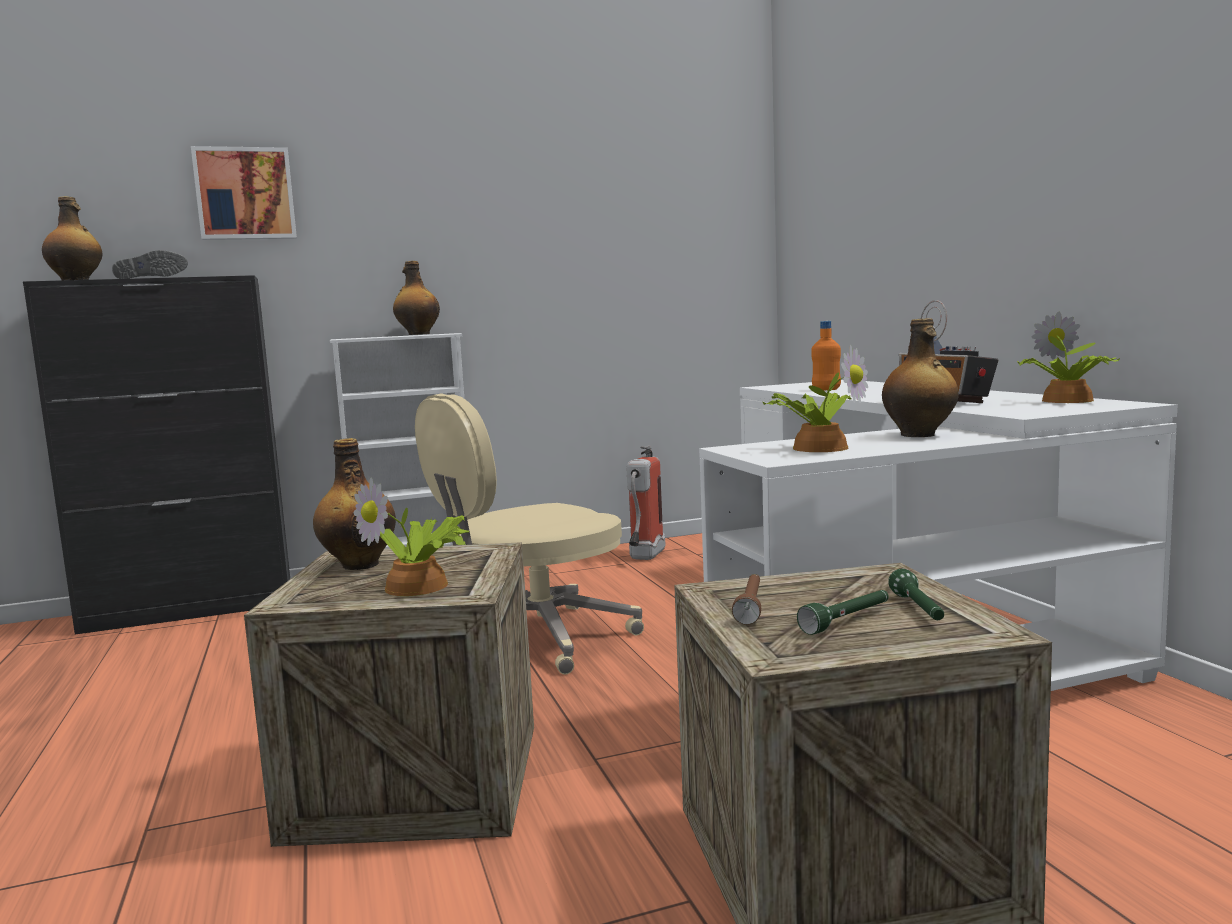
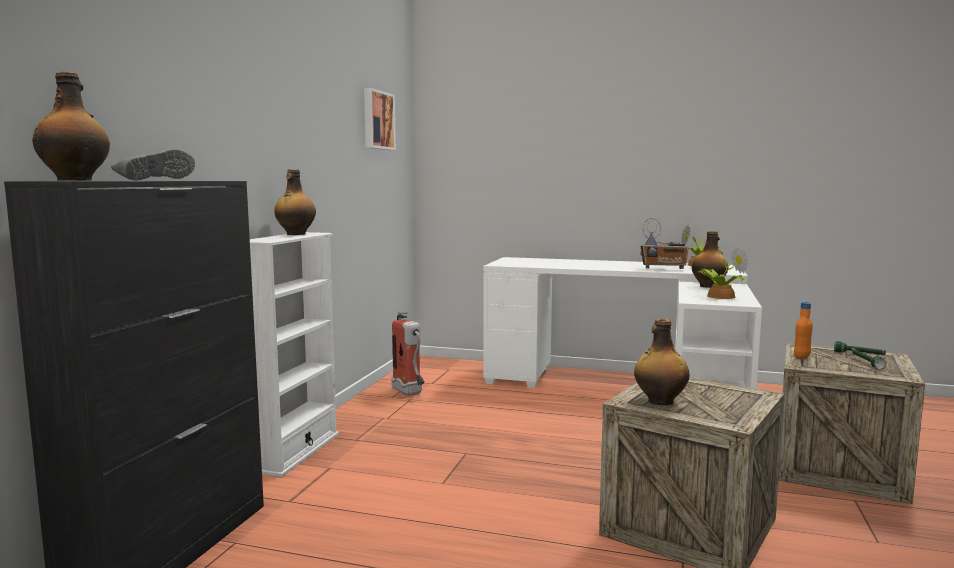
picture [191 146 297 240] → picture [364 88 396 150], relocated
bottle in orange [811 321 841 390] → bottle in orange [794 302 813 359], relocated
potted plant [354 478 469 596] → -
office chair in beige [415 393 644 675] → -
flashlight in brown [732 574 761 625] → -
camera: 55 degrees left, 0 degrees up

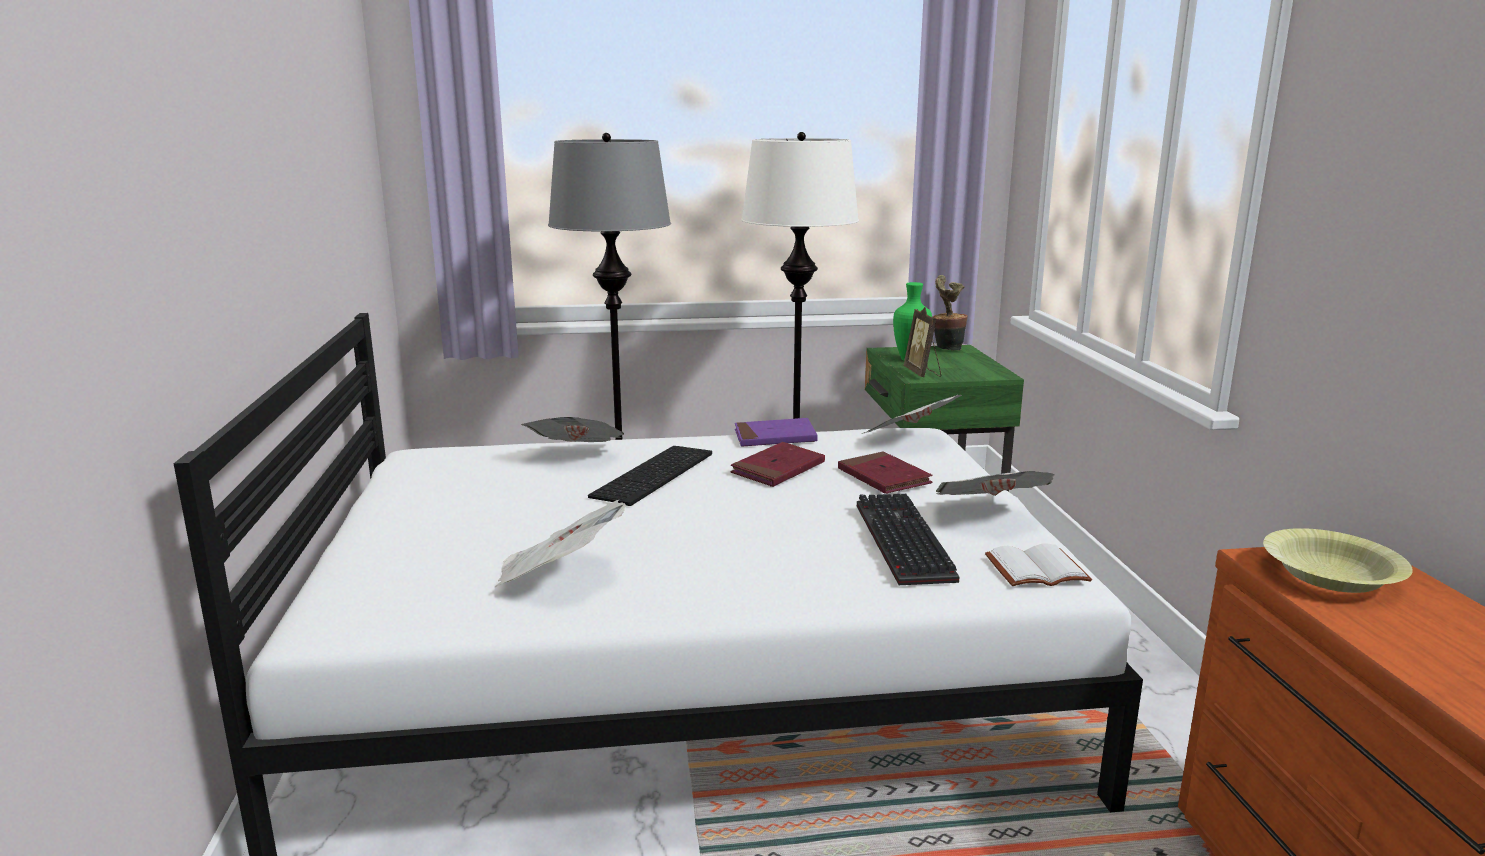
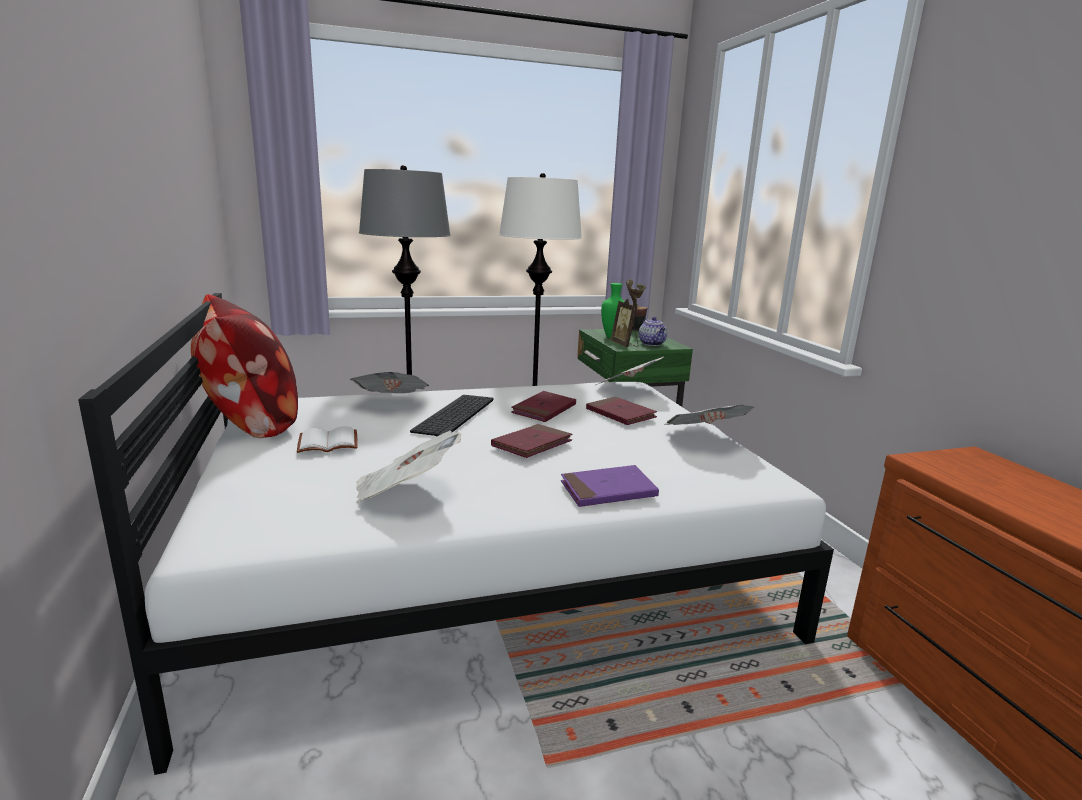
- → pillow [191 294 298 438]
book in white [985 543 1092 586] → book in white [297 426 358 453], relocated
- → book in red [491 424 572 458]
book in purple [735 418 818 447] → book in purple [561 465 659 507], relocated
- → teapot [639 317 667 346]
keyboard [857 494 960 585] → -
bowl in yellow [1263 528 1413 593] → -
camera: 10 degrees left, 0 degrees up

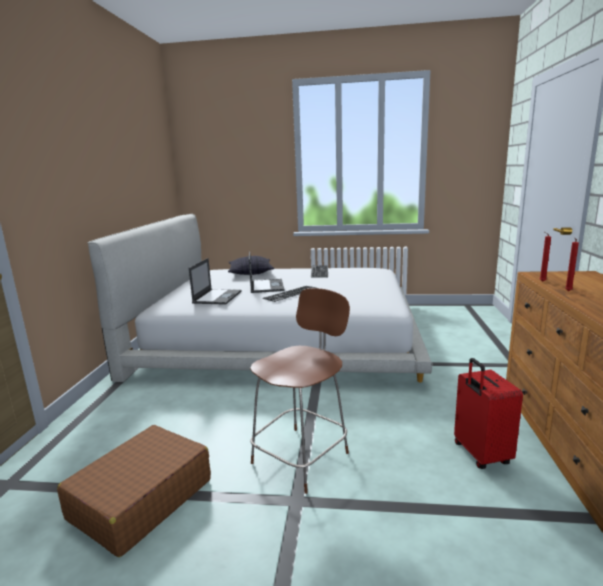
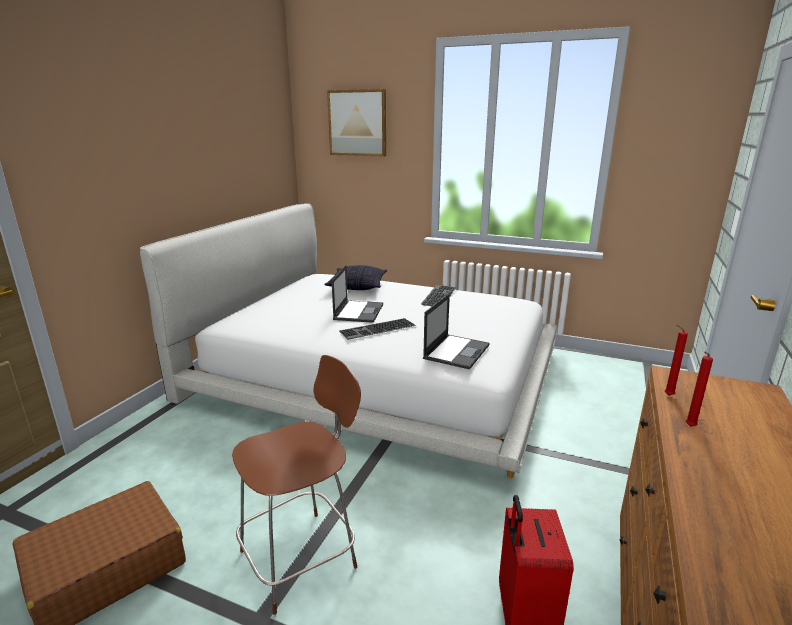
- → picture [327 89 386 157]
laptop [189 258 241 305] → laptop [423 293 490 369], relocated
camera: 15 degrees right, 5 degrees up

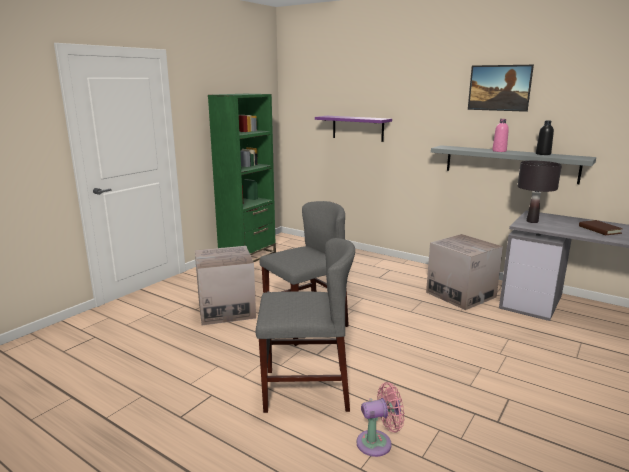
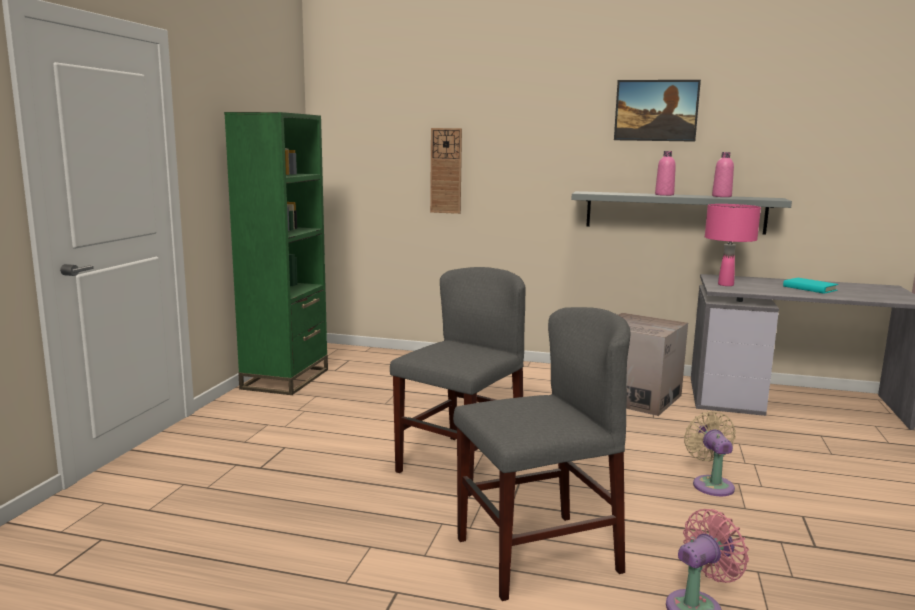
shelf in purple [315 116 392 142] → wall clock [430 128 462 214]
- → fan in beige [684 411 736 496]
table lamp in black [517 161 562 223] → table lamp in pink [705 204 761 286]
bottle in black [536 120 554 155] → bottle in pink [712 152 734 197]
book in brown [579 220 623 235] → book in turquoise [783 278 838 294]
cardboard box [195 246 256 325] → -
camera: 20 degrees left, 5 degrees down

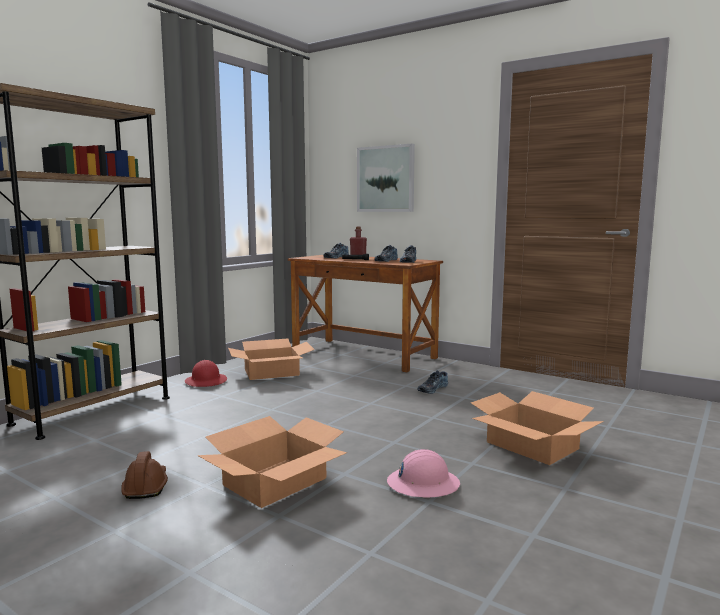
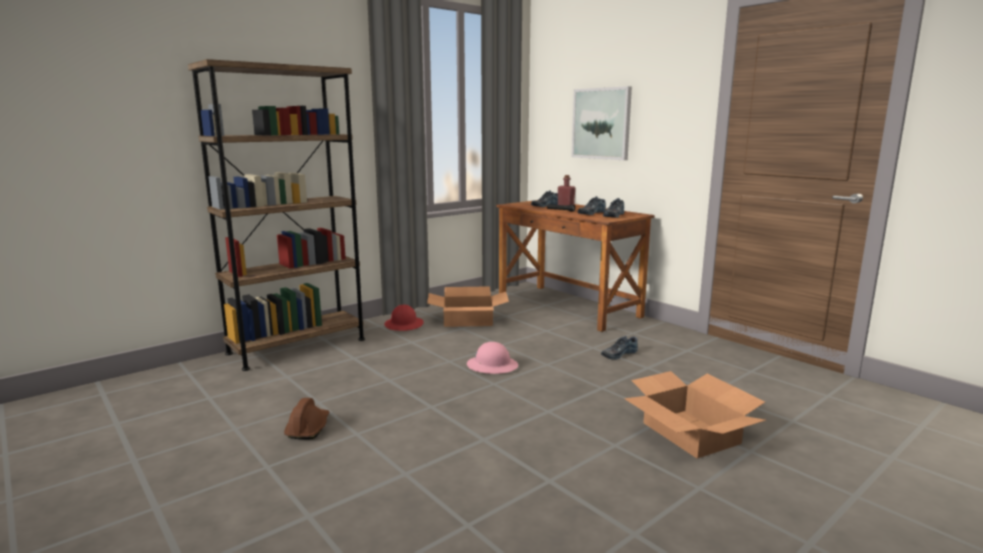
hard hat in pink [387 449 460 498] → hard hat in pink [467 342 518 374], relocated
cardboard box [197 416 347 508] → -
camera: 15 degrees right, 5 degrees up

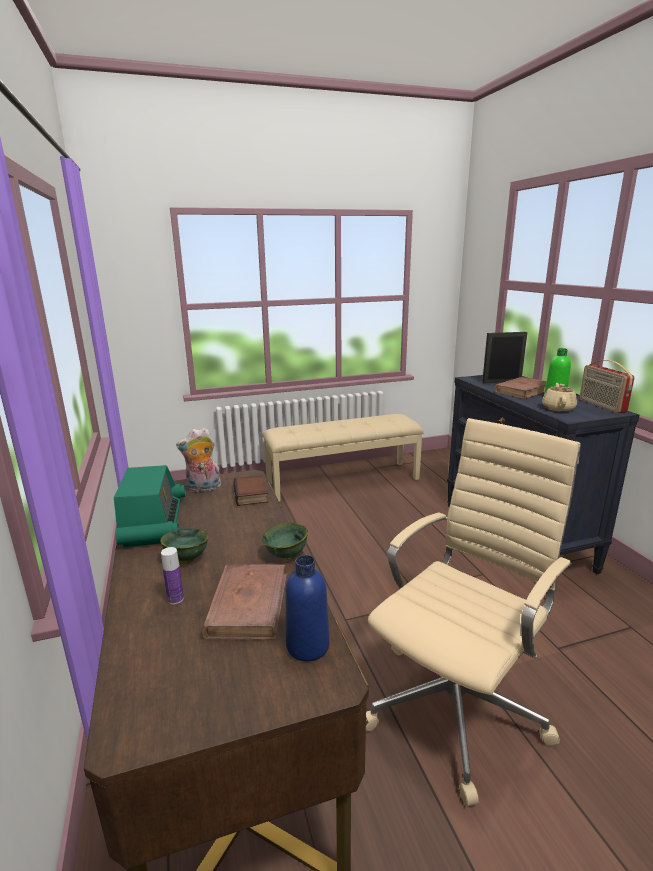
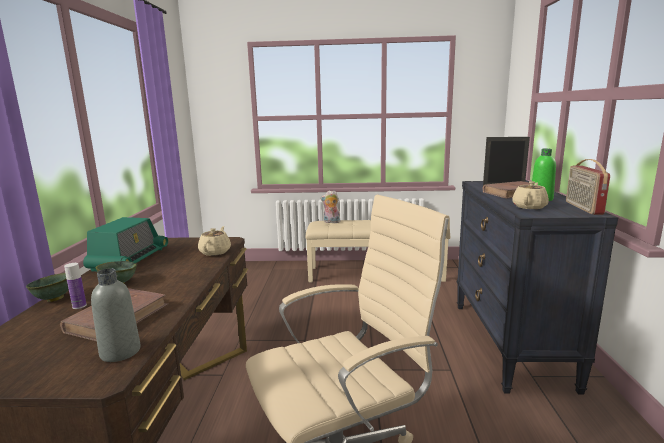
bowl in green [262 522 308 560] → bowl in green [26 273 69 302], relocated
bottle in blue [285 555 330 661] → bottle in grey [91 268 141 362]
book [233 475 268 506] → teapot in beige [198 226 231 256]
plush toy [176 428 221 493] → plush toy [320 191 340 223], relocated
camera: 20 degrees right, 5 degrees down

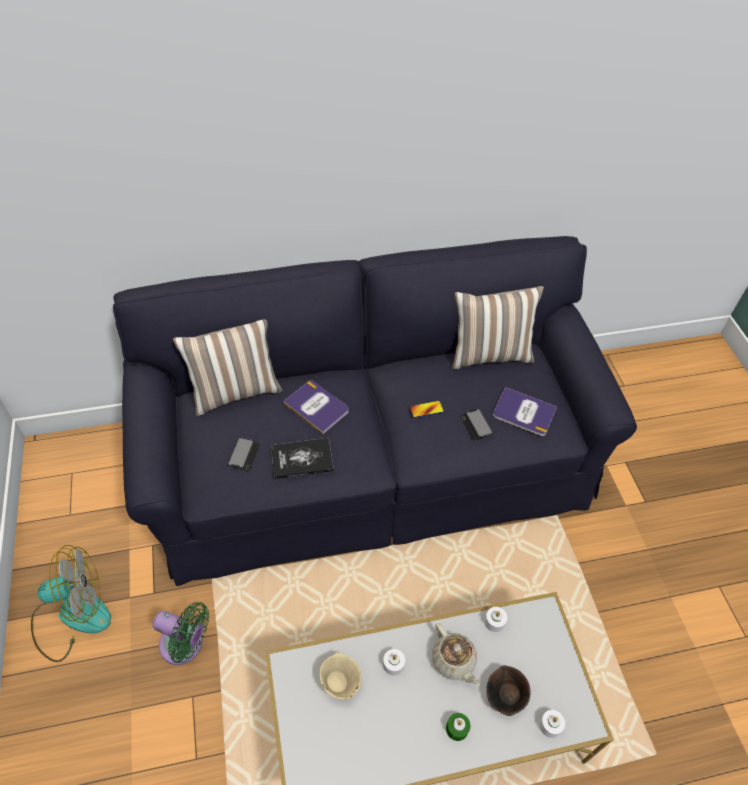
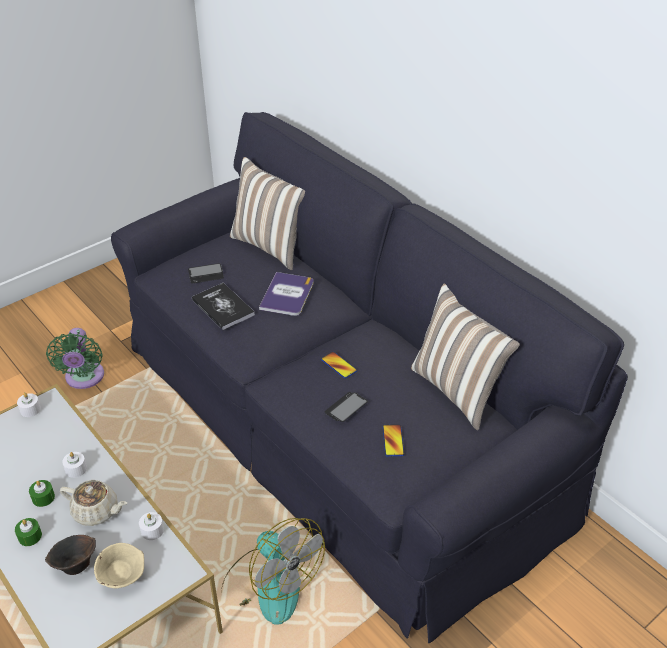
candle in white [539 710 565 738] → candle in white [17 393 41 417], relocated
- → candle in green [29 480 55 507]
teapot in beige [432 623 480 686] → teapot in beige [60 480 127 526], 105 degrees counterclockwise
bowl in beige [319 652 362 700] → bowl in beige [94 543 144 588], relocated
fan [31 545 111 662] → fan [221 518 325 625], relocated
book [493 387 557 436] → phone [383 424 404 456]
camera: 65 degrees right, 10 degrees down

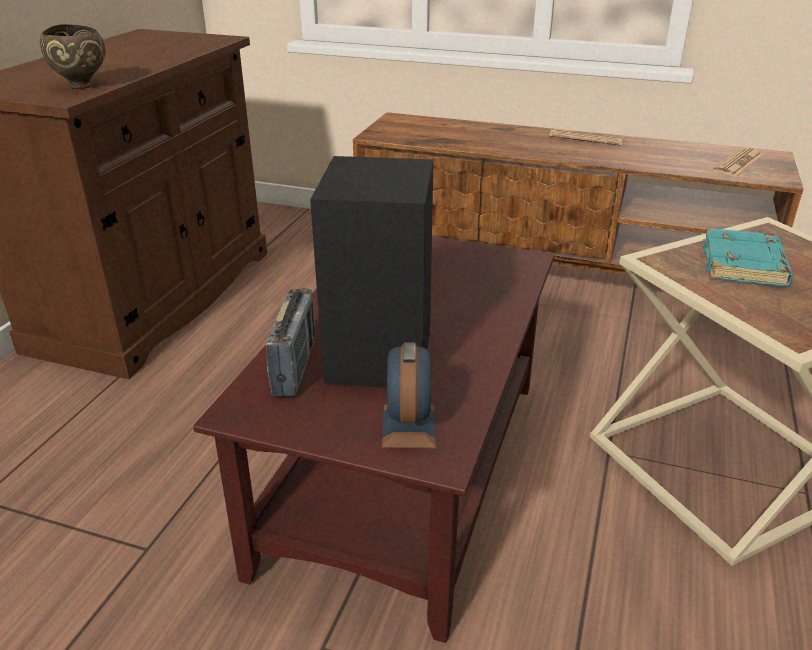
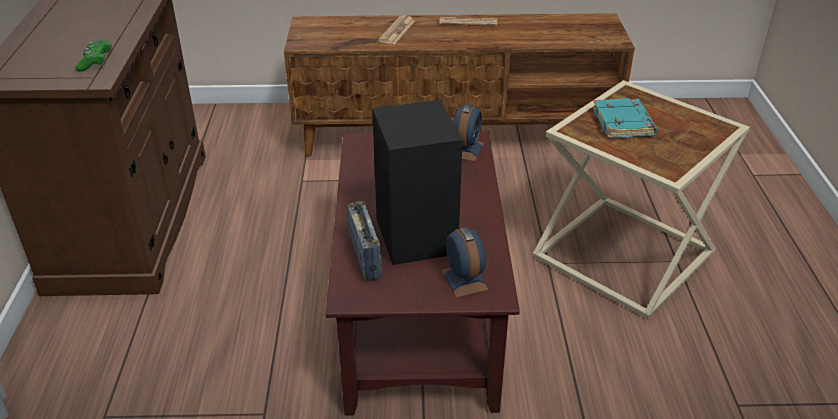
bowl in brown [40 24 106 89] → game controller in green [75 40 113 72]
newspaper [713 147 763 177] → newspaper [378 16 415 44], relocated
- → alarm clock [453 104 484 161]
camera: 20 degrees left, 5 degrees up

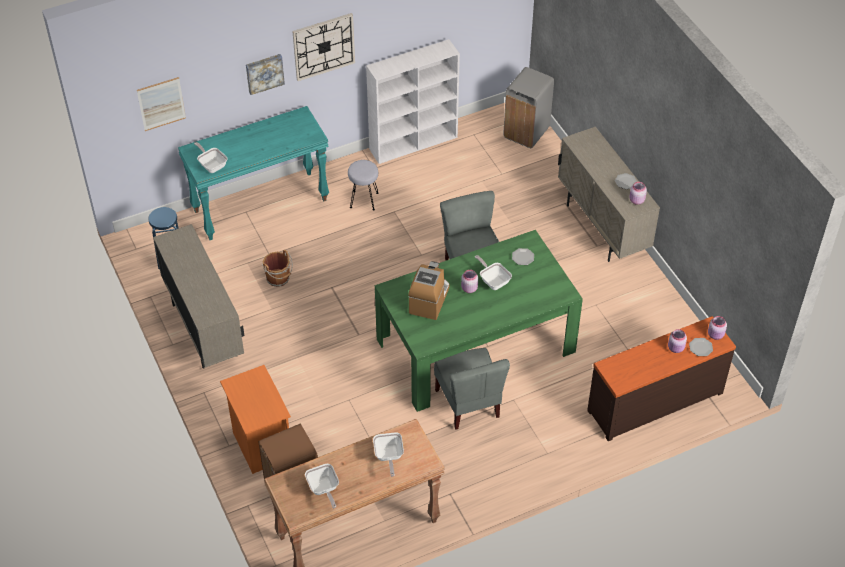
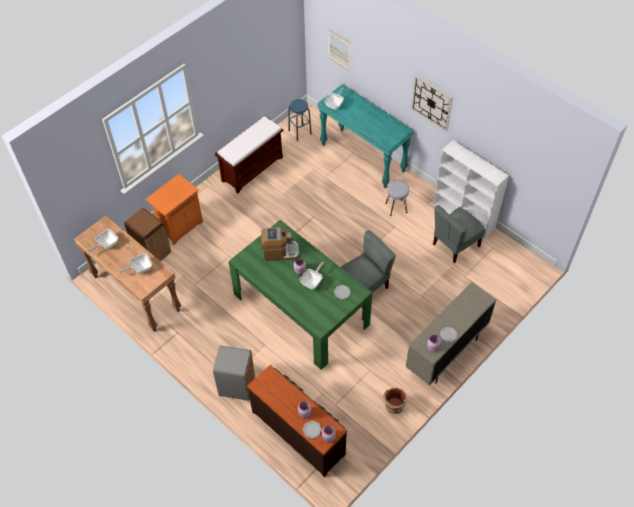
trash can in grey [503 67 554 148] → trash can in grey [213 345 255 401], relocated
cabinet in beige [153 224 244 369] → bench in brown [215 116 284 194]
bucket in brown [262 250 293 287] → bucket in brown [383 388 407 414], relocated
chair in grey [434 348 510 430] → chair in grey [433 205 486 263], relocated
picture [246 54 285 95] → -
camera: 70 degrees right, 5 degrees up

